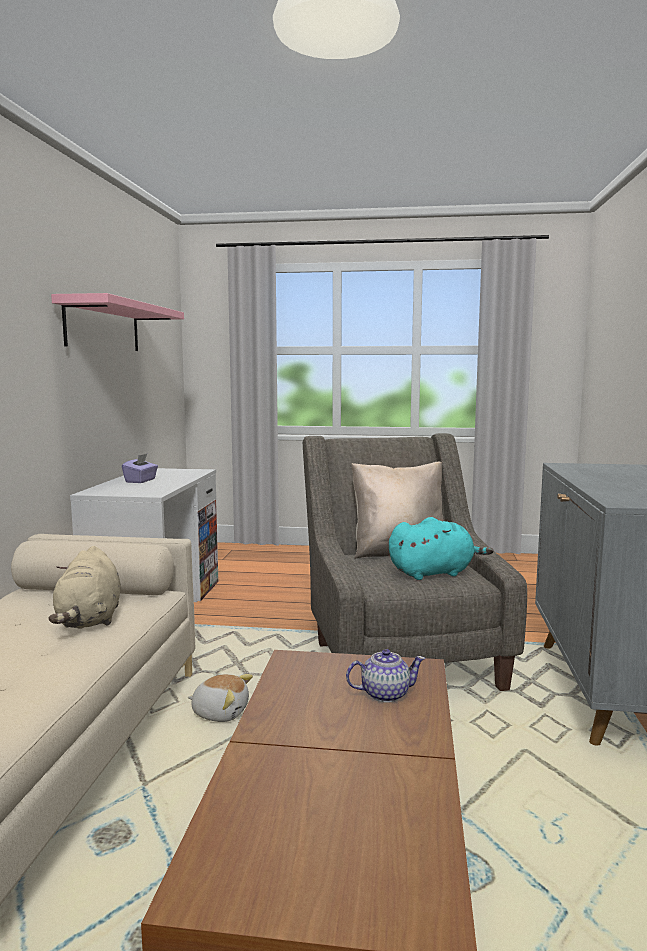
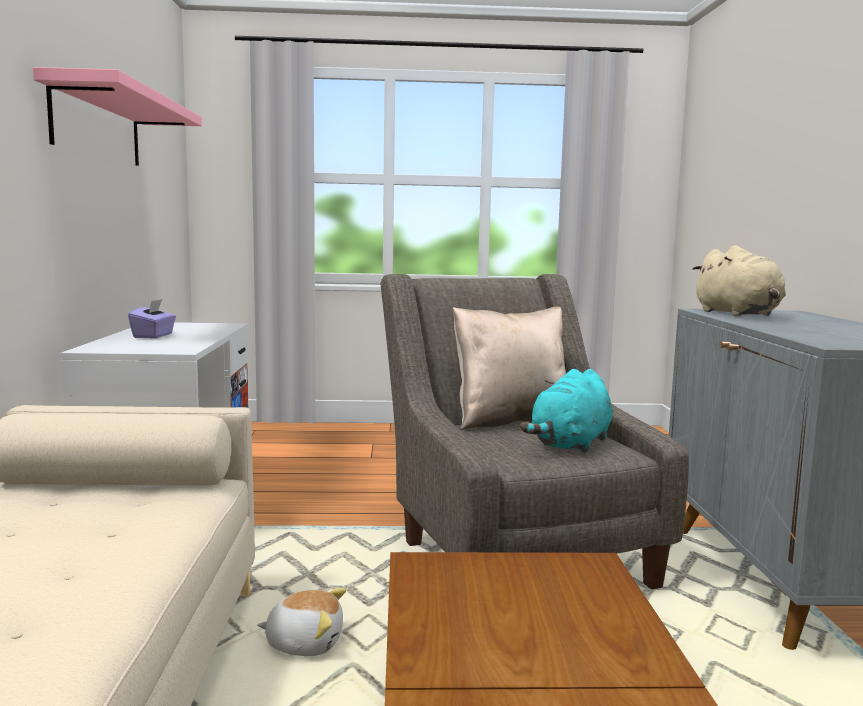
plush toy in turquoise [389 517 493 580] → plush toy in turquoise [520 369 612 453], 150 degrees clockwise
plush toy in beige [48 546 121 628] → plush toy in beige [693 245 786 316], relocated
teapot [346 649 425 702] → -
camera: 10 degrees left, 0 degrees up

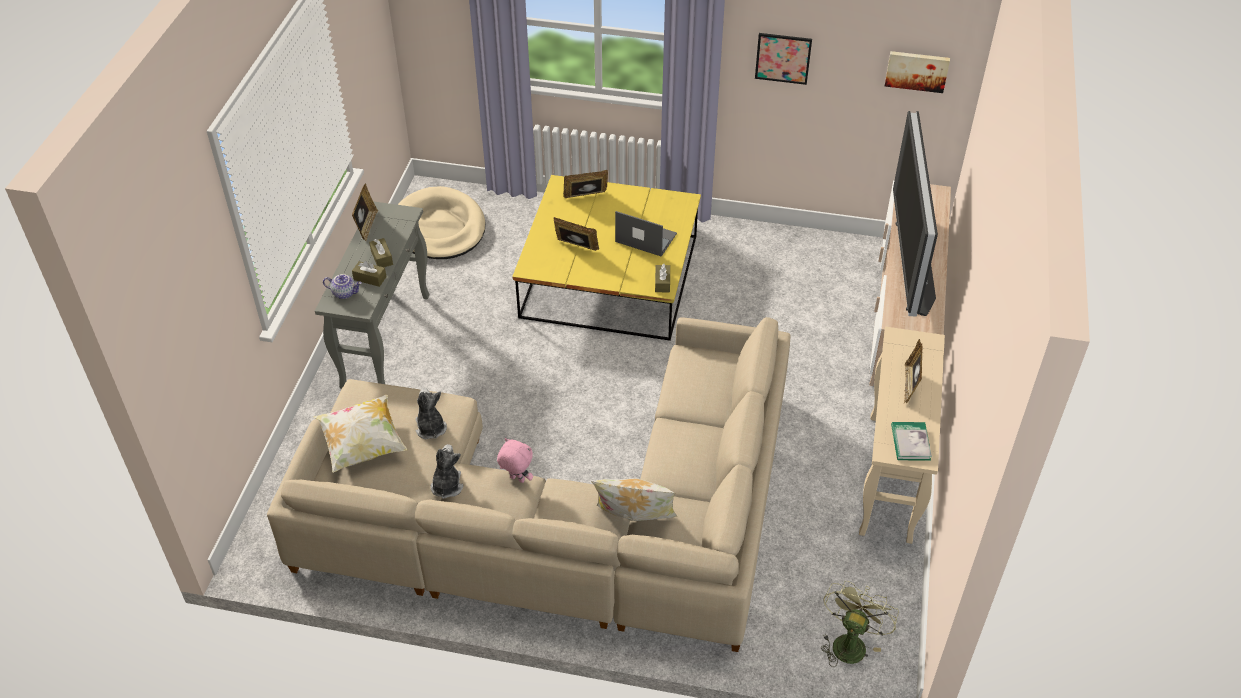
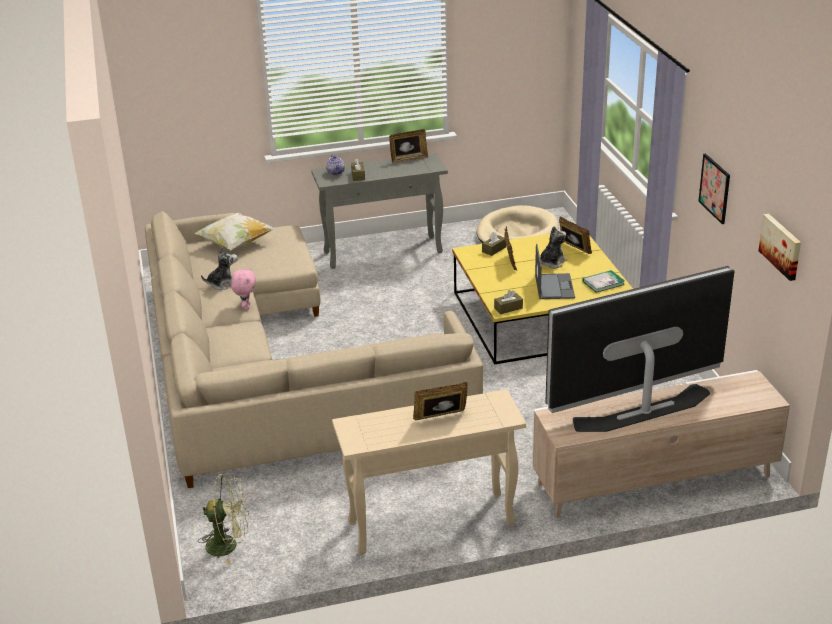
tissue box in brown [369 238 393 267] → tissue box in brown [482 232 506 256], relocated
plush toy [415 388 447 439] → plush toy [540 226 567 268], relocated
book [891 422 932 461] → book [582 270 625 293], relocated
pillow [591 478 677 521] → -
camera: 65 degrees right, 15 degrees down

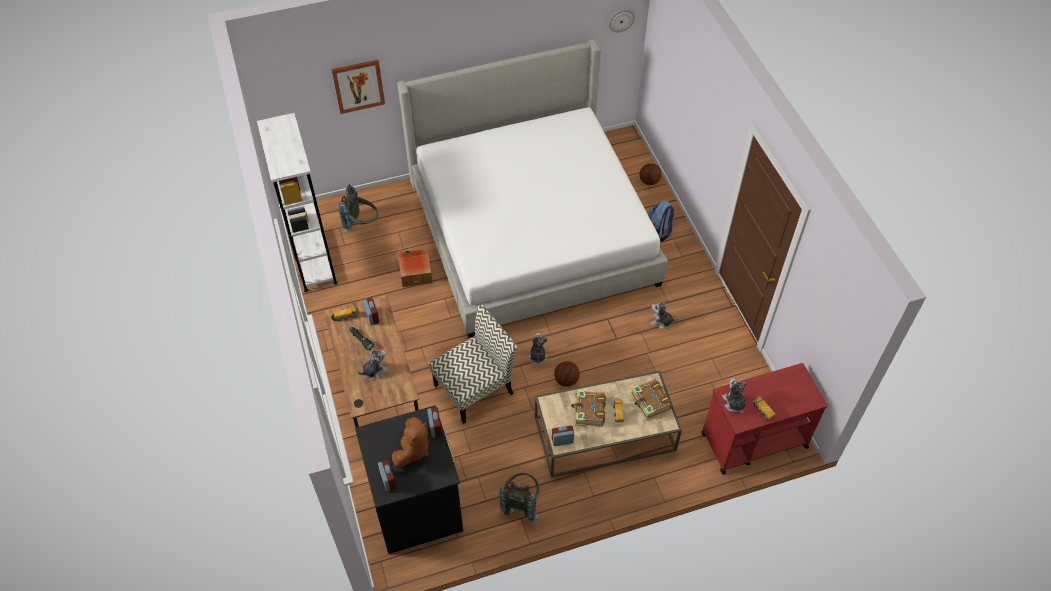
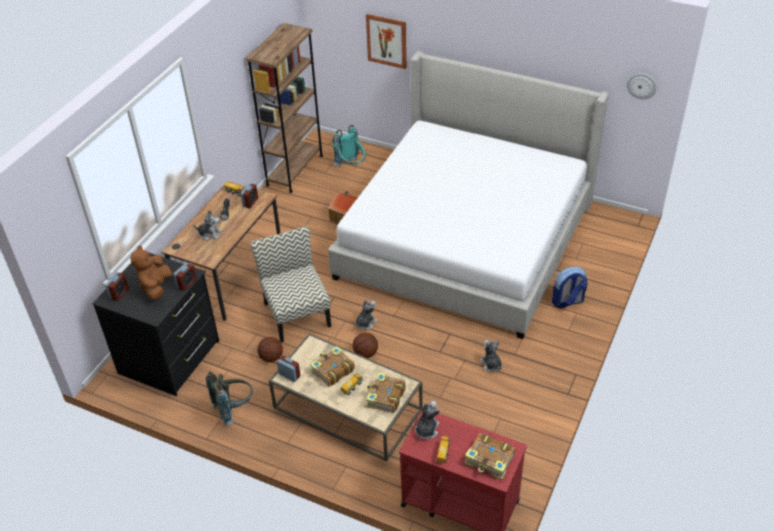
plush toy in brown [392 417 429 468] → plush toy in brown [130 246 172 300], 120 degrees clockwise
bookcase in white [257 113 338 292] → bookcase in brown [245 23 323 193]
chair [429 304 517 424] → chair [250 226 331 342], 120 degrees counterclockwise
basketball [640 163 662 185] → basketball [257 337 283 362], relocated
backpack in grey [339 185 378 232] → backpack in turquoise [333 125 366 166]
- → book [465 433 515 480]
camera: 45 degrees right, 10 degrees down

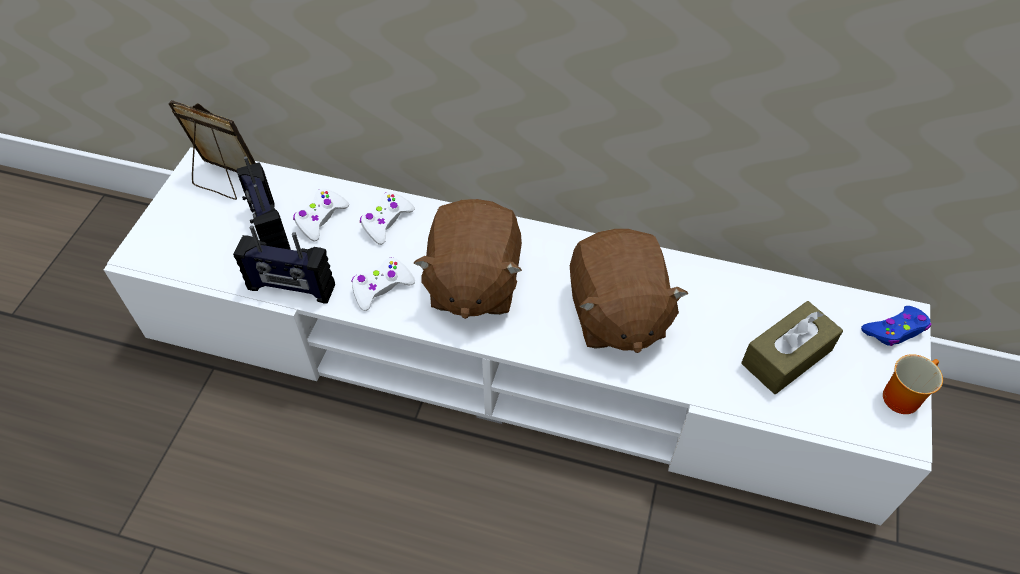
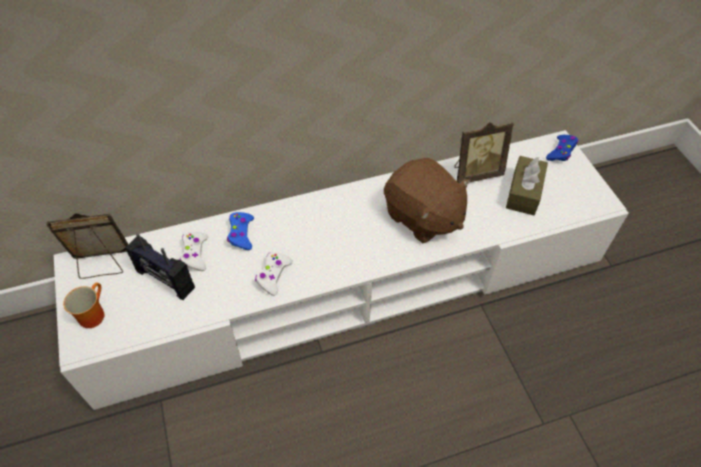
mug [883 354 943 414] → mug [63 283 105 328], relocated
game controller in white [360 192 415 245] → game controller in blue [227 212 254 250]
- → picture frame [454 122 514 184]
radio [233 225 335 304] → -
plush toy in brown [414 199 522 319] → -
camera: 35 degrees left, 0 degrees up

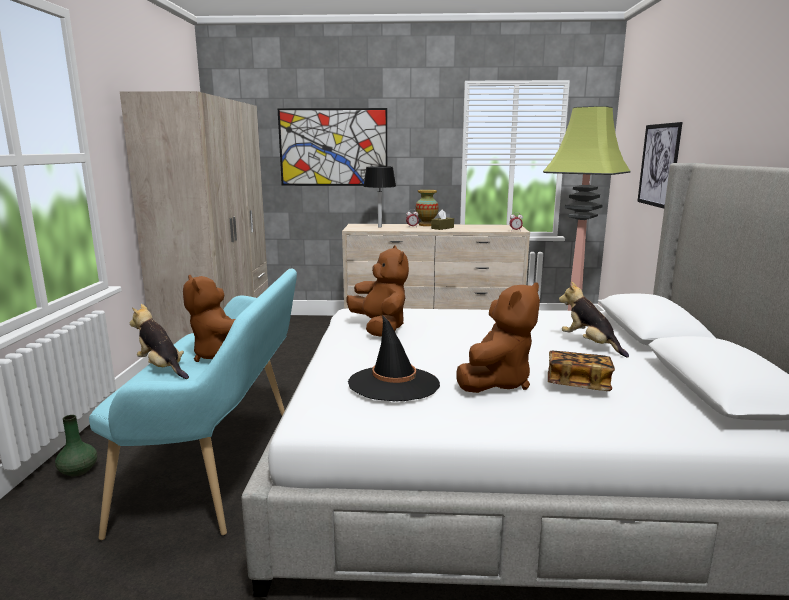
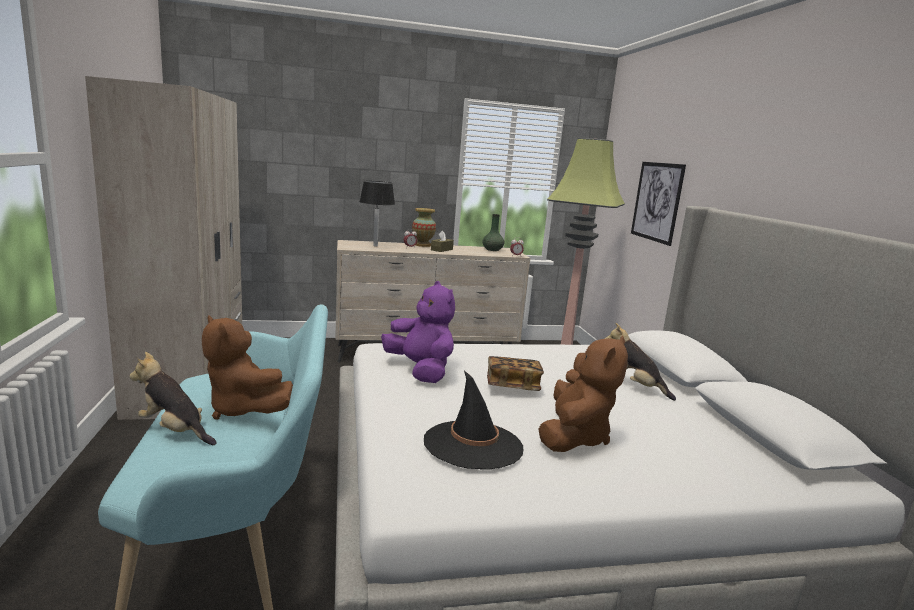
plush toy in brown [347 245 409 337] → plush toy in purple [381 281 455 383]
vase in green [55 415 97 476] → vase in green [482 214 504 251], relocated
book [548 351 615 391] → book [487 356 544 391], relocated
picture [277 108 387 186] → -
camera: 15 degrees left, 0 degrees up

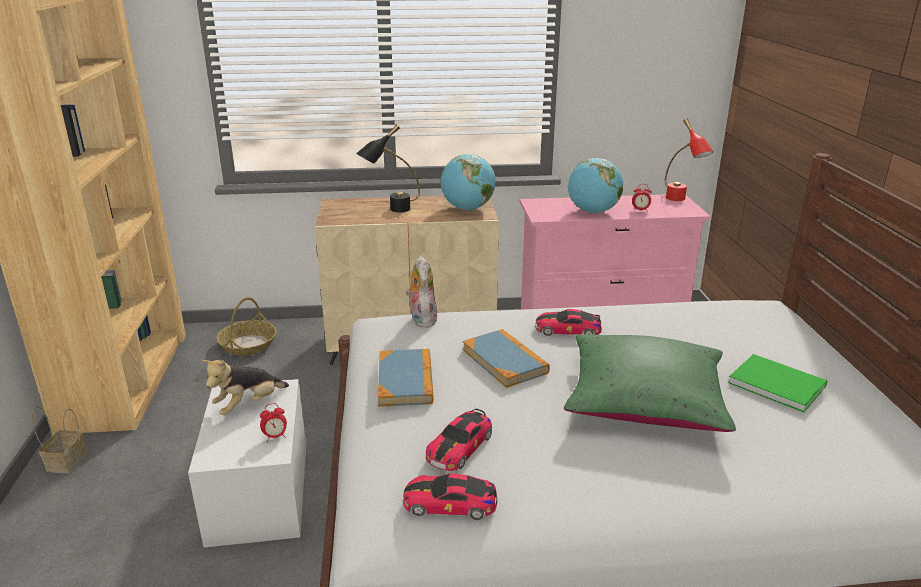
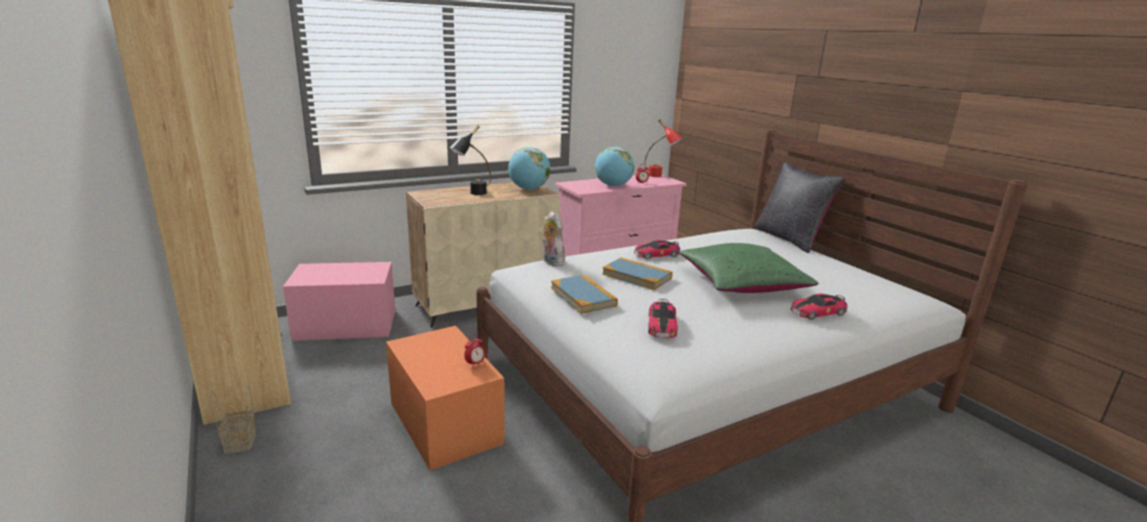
basket [216 297 277 355] → storage box in pink [283 262 395 341]
storage box in white [188 379 306 548] → storage box in orange [386 326 505 470]
- → pillow in black [754 163 845 253]
toy car [403 473 497 520] → toy car [790 294 847 320], relocated
plush toy [202 360 289 415] → -
book in green [728 354 828 412] → -
camera: 25 degrees left, 5 degrees down

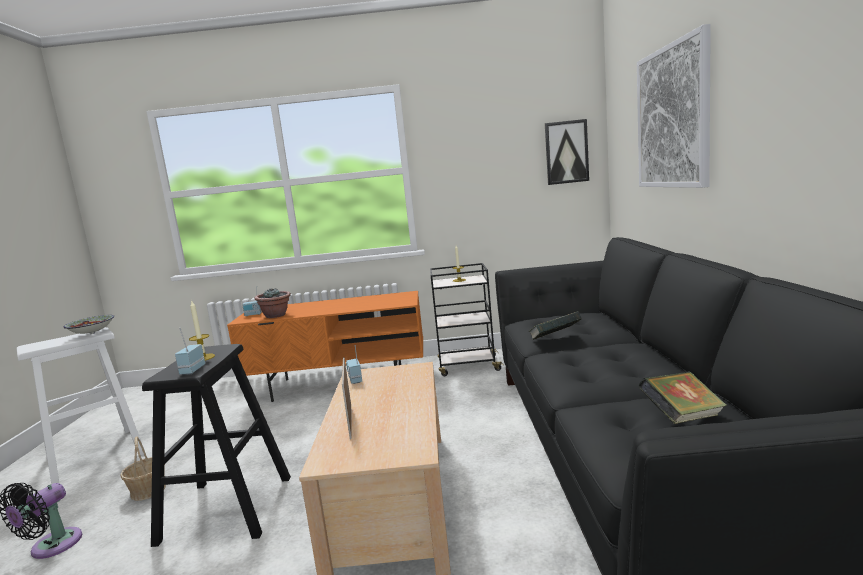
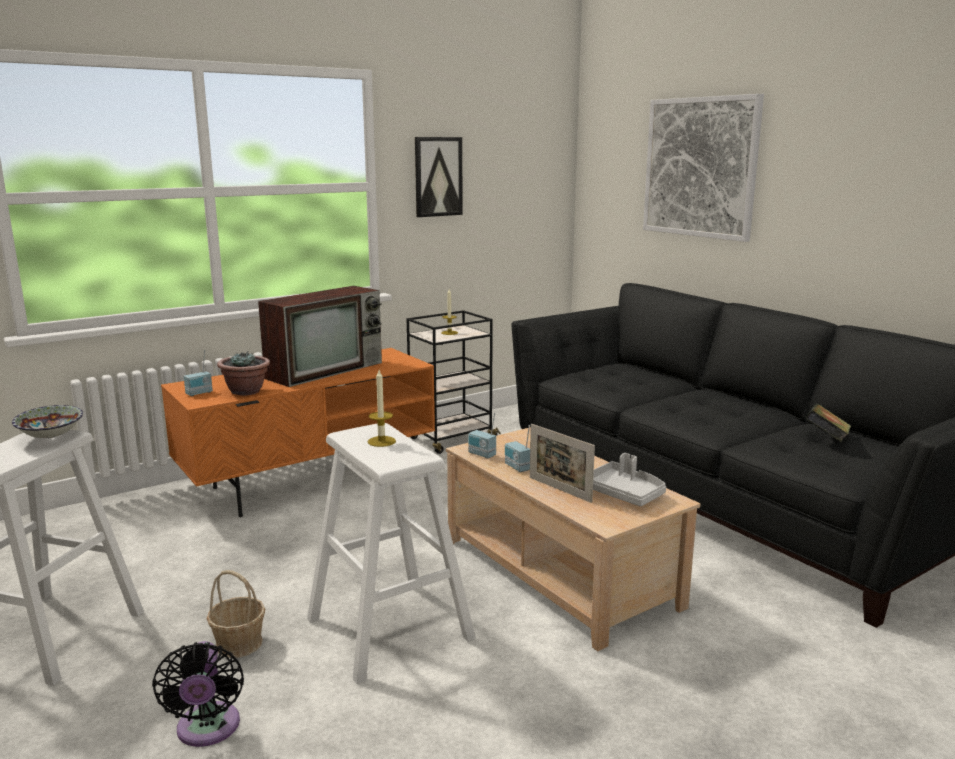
- → television [258 286 382 387]
stool in black [142 344 291 547] → stool in white [307 423 476 684]
picture [545 119 589 185] → picture [415 137 463 217], relocated
radio [175 328 205 375] → radio [505 425 530 472], relocated
- → tray in grey [593 453 666 506]
book [528 312 582 340] → -
camera: 35 degrees left, 5 degrees up

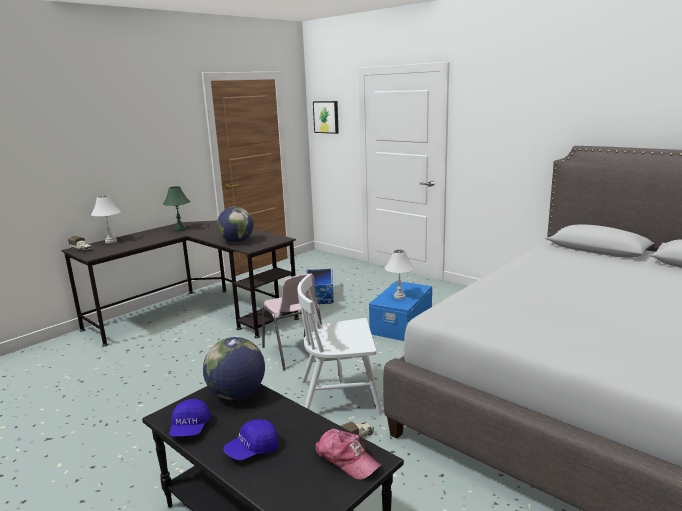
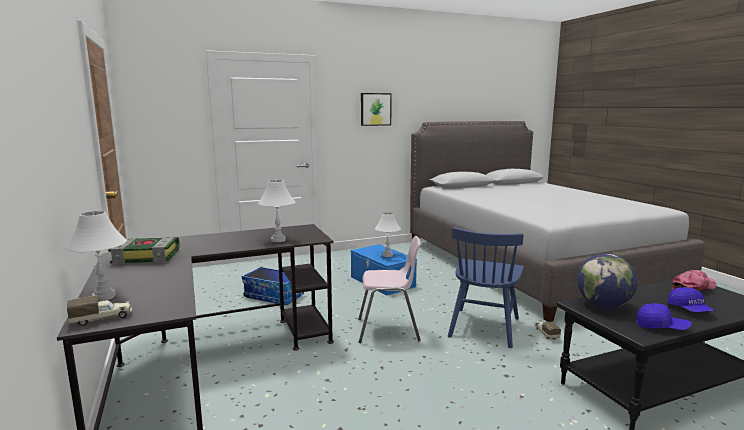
table lamp in green [163 186 190 231] → book [108 237 180 265]
globe [217 206 253 243] → table lamp in white [258 180 295 242]
picture [313 101 339 134] → picture [361 93 392 126], relocated
chair in white [297 275 382 414] → chair in blue [448 227 524 348]
camera: 65 degrees left, 5 degrees down

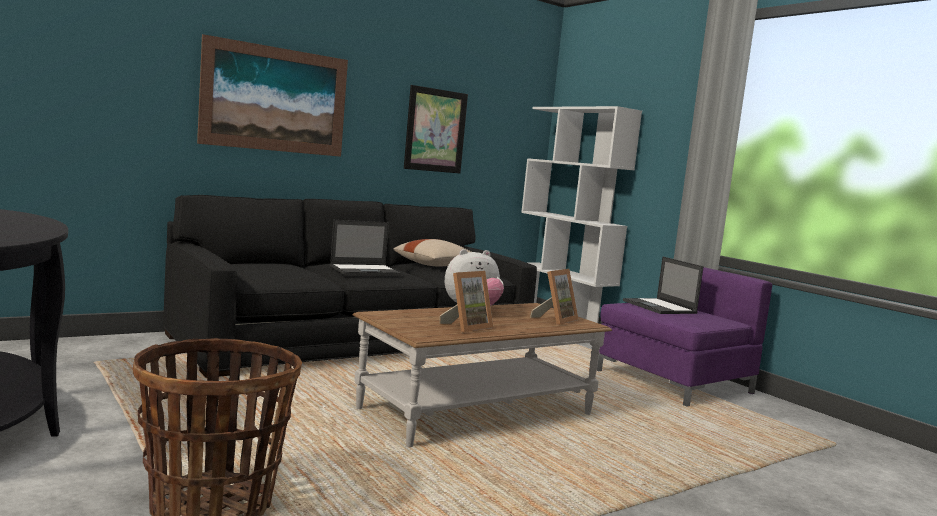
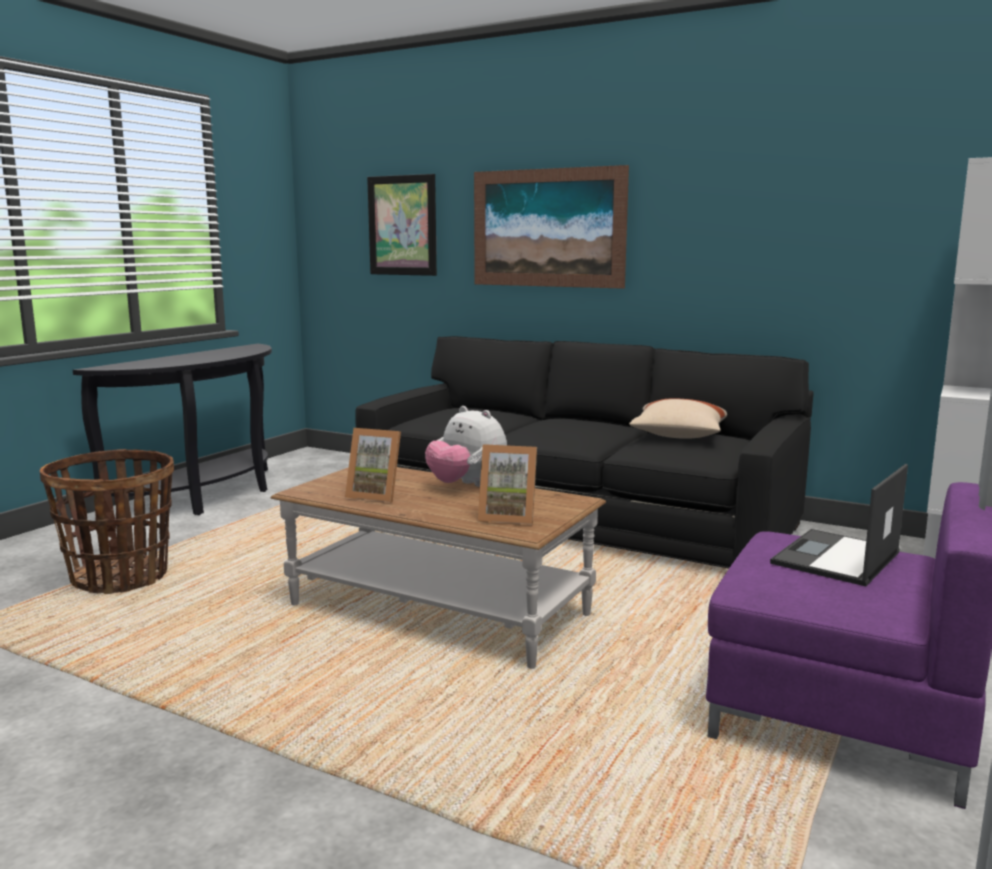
picture [404 85 468 173] → picture [367 174 437 276], relocated
laptop [330 220 401 276] → -
camera: 65 degrees right, 5 degrees up

